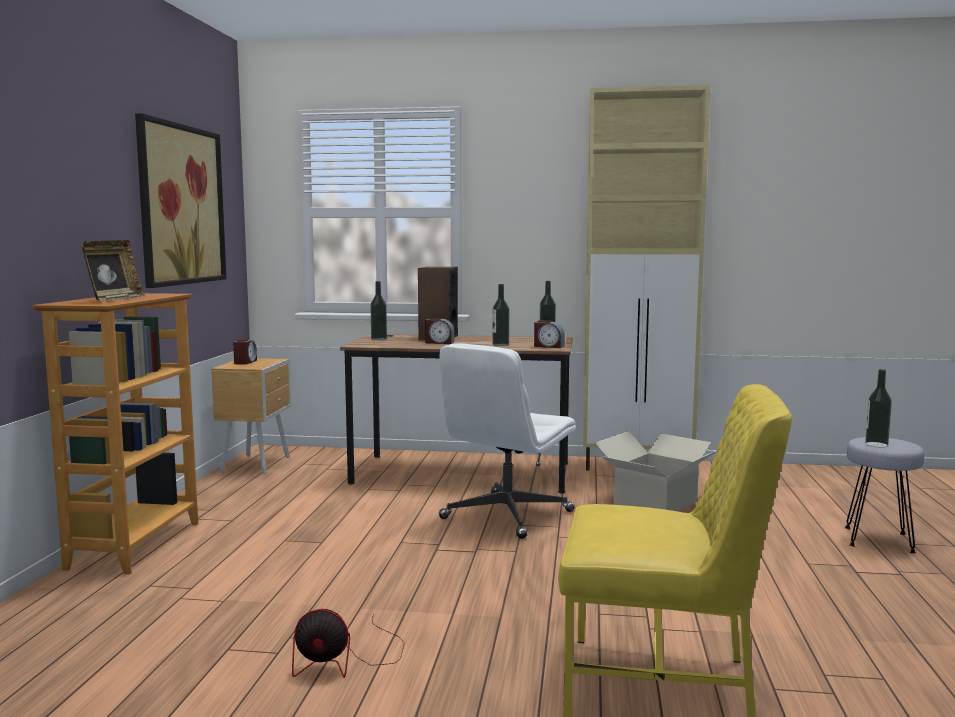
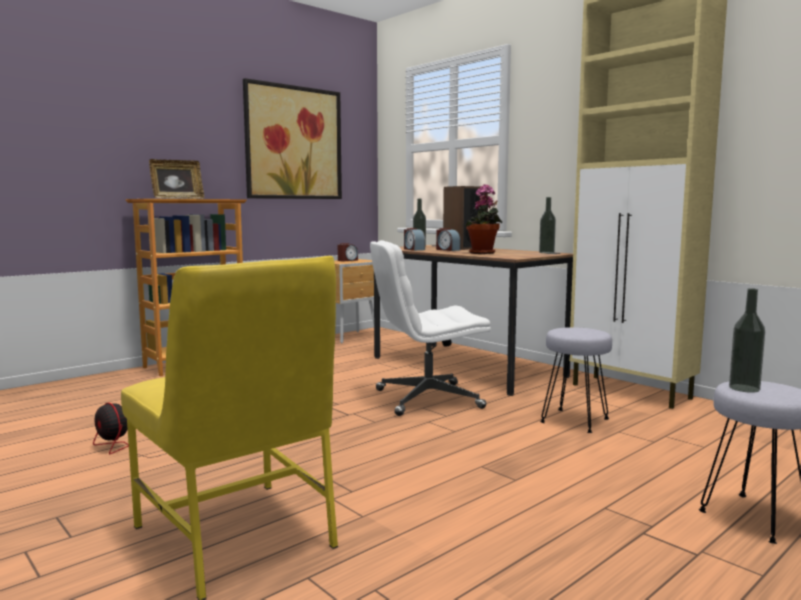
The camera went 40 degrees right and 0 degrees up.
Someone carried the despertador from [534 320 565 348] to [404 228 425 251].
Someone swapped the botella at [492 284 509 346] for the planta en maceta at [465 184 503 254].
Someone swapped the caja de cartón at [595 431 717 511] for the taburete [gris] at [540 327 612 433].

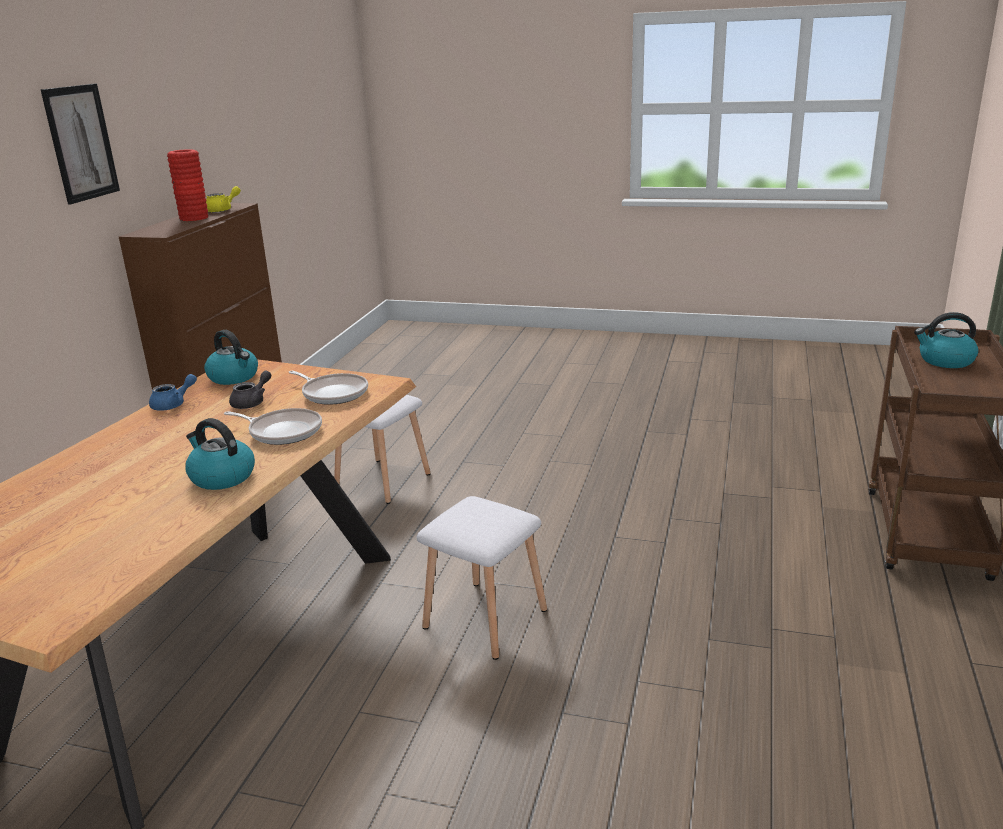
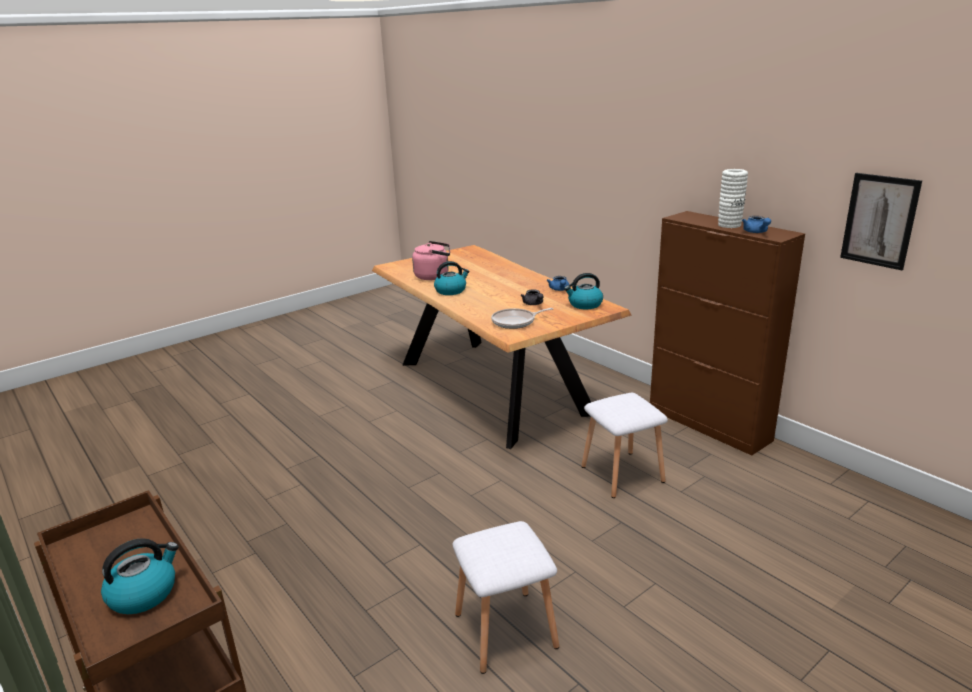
The camera went 125 degrees right and 0 degrees up.
Someone took away the sartén at [224 408 322 445].
Someone put down the hervidor [rosa] at [412 241 450 280].
Someone carried the cuadro from [41 83 120 204] to [840 173 922 270].
Someone carried the taburete [blanco] from [417 496 547 660] to [452 521 559 674].
Someone repainted the florero [rojo] at [167 149 208 221], which became the florero [blanco] at [718 169 748 228].
Someone repainted the tetera [amarillo] at [206 186 241 213], which became the tetera [azul] at [742 216 771 233].

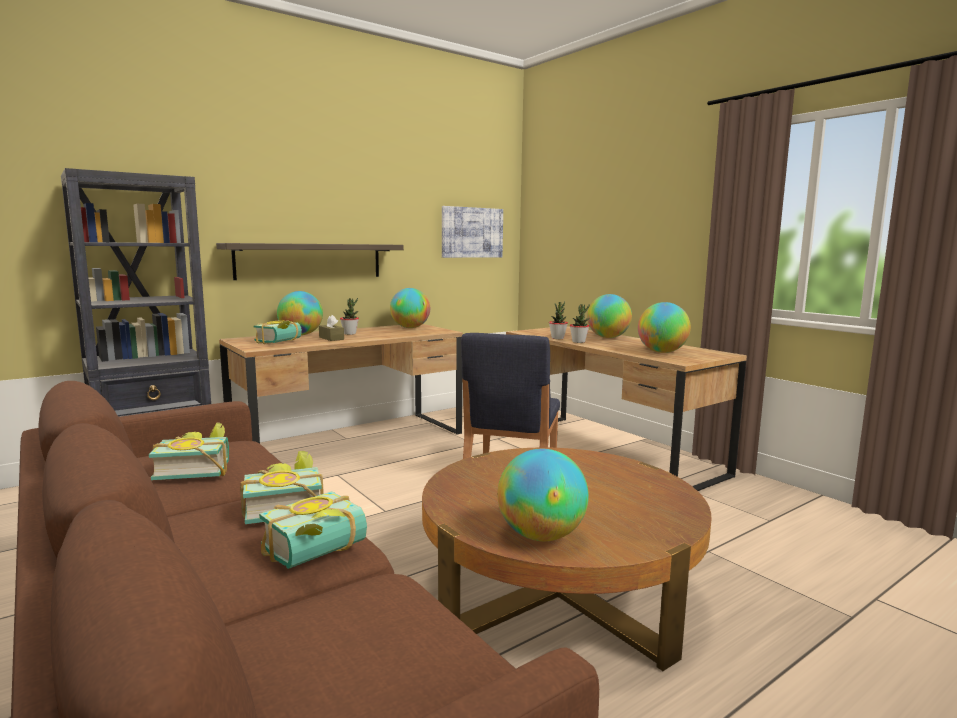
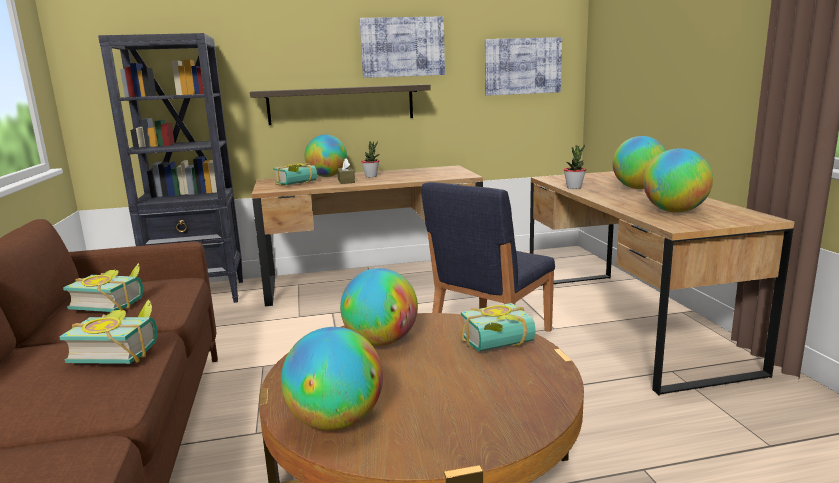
The camera went 25 degrees right and 5 degrees up.
Someone took away the planta en maceta at [570 304 590 343].
Someone put up the cuadro at [359 16 445 78].
Someone carried the libro from [259 491 367 569] to [461 303 536 352].
Someone carried the globo terráqueo from [390 288 430 328] to [340 268 418 346].

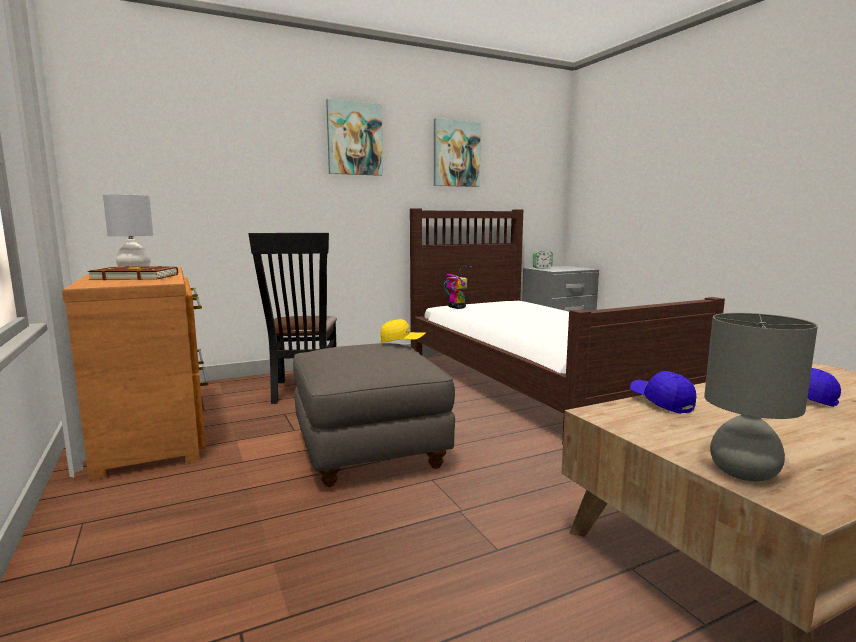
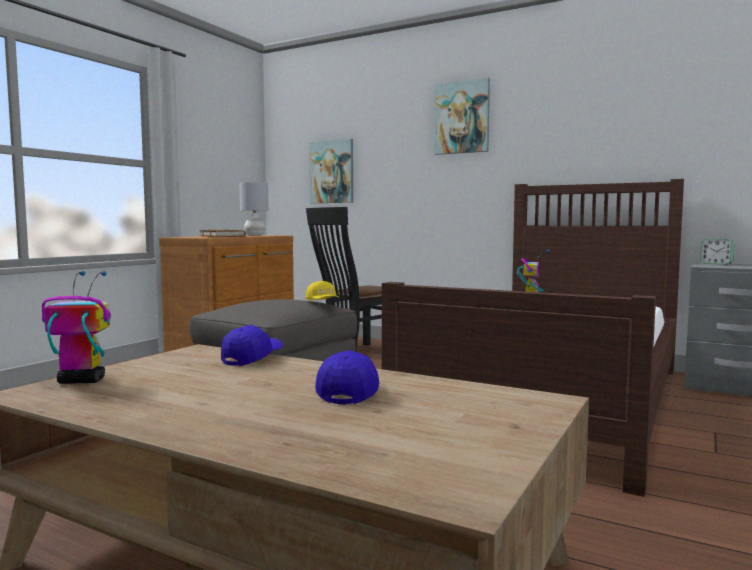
The camera went 55 degrees right and 5 degrees down.
Someone carried the cuadro from [434 118 481 187] to [309 139 353 203].
Someone swapped the lámpara de mesa [gris] at [704 313 818 482] for the robot de juguete at [42 271 111 384].

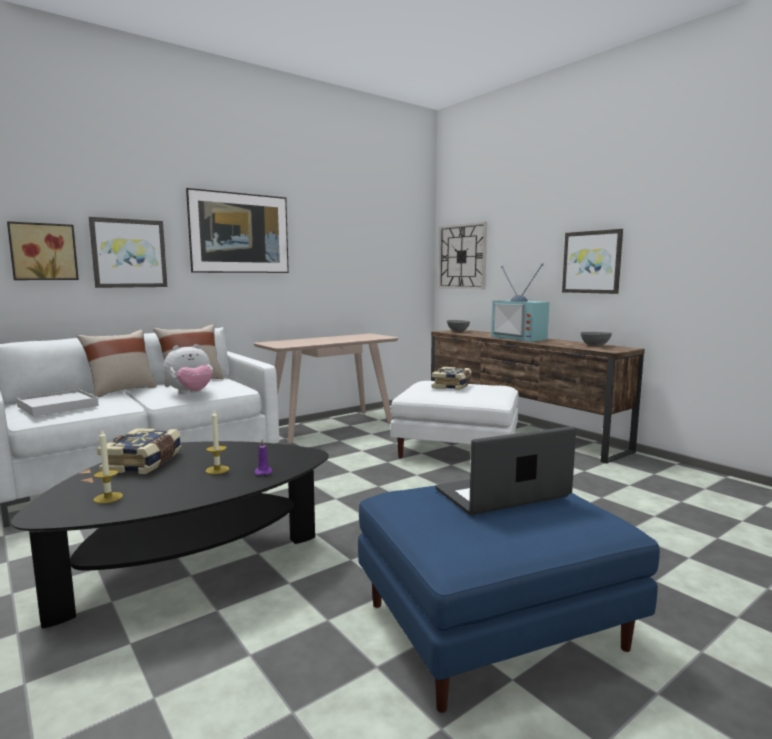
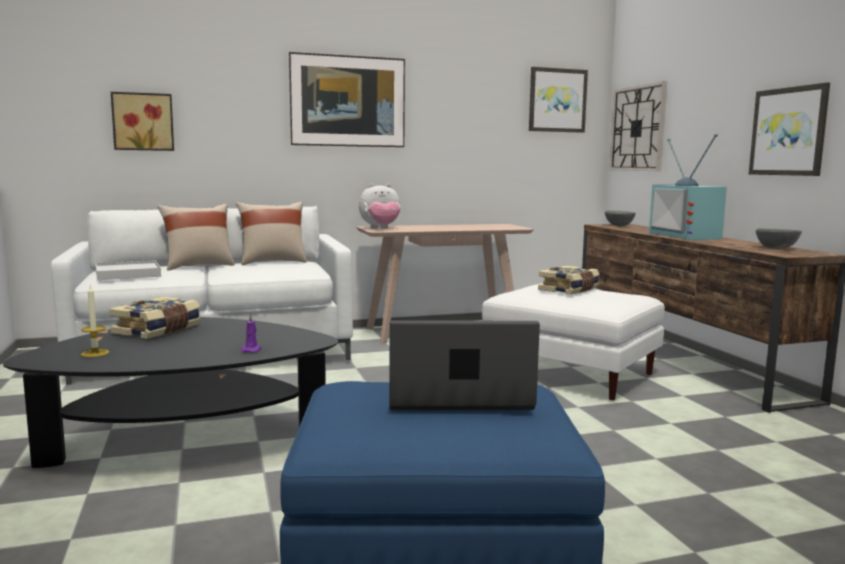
The camera went 20 degrees right and 0 degrees up.
Someone took away the vela at [205 411 229 474].
Someone carried the cuadro from [89 217 167 288] to [529 67 588 133].
Someone carried the peluche from [163 344 213 394] to [359 184 401 229].

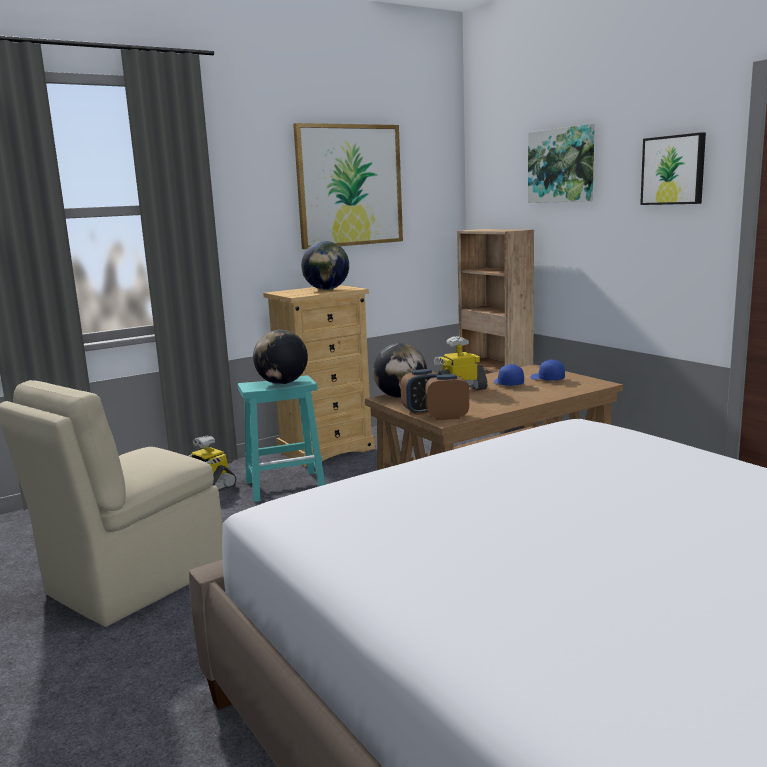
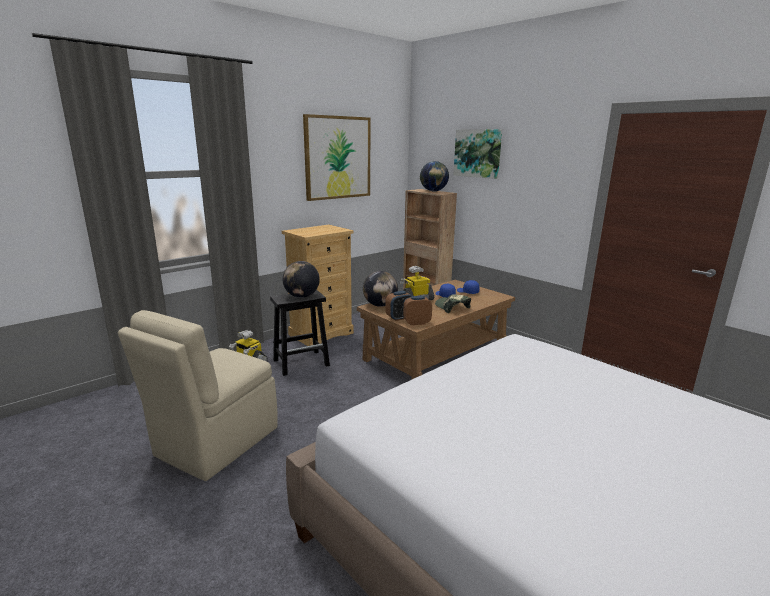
The camera went 10 degrees left and 5 degrees up.
Someone took away the cuadro at [640 132 706 205].
Someone put down the gorra at [435 294 471 313].
Someone carried the globo terráqueo from [301 241 349 290] to [420 161 449 191].
Someone repainted the taburete [turquesa] at [238 375 325 502], which became the taburete [negro] at [270 290 330 376].

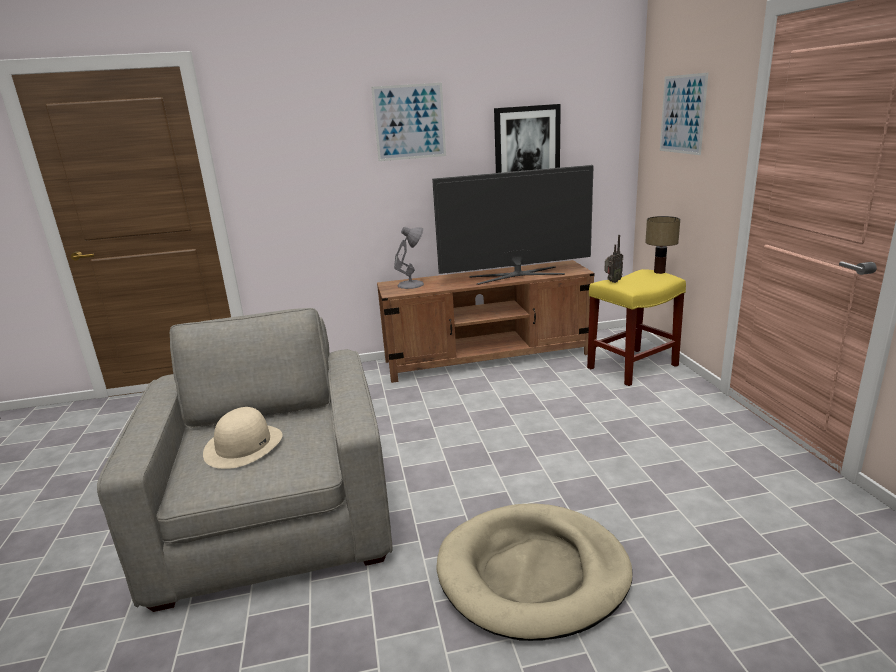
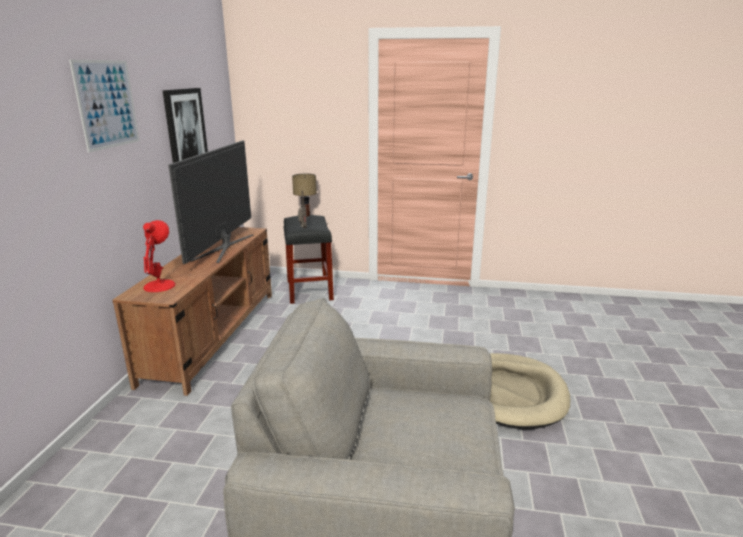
The camera went 70 degrees left and 0 degrees up.
Someone took away the sombrero [beis] at [203 407 282 469].
Someone took away the cuadro at [660 73 708 155].
Someone repainted the lámpara de mesa [gris] at [394 227 424 289], which became the lámpara de mesa [rojo] at [143 220 176 292].
Someone repainted the taburete [amarillo] at [587 269 686 386], which became the taburete [negro] at [283 215 334 304].

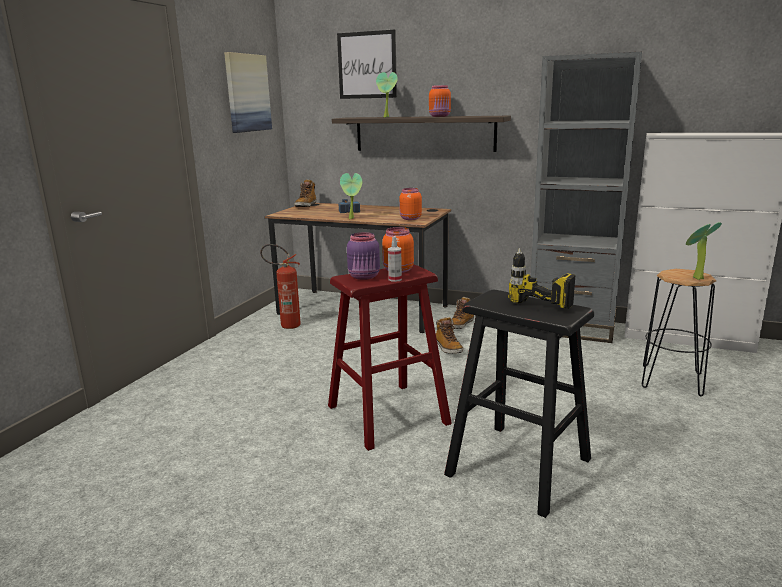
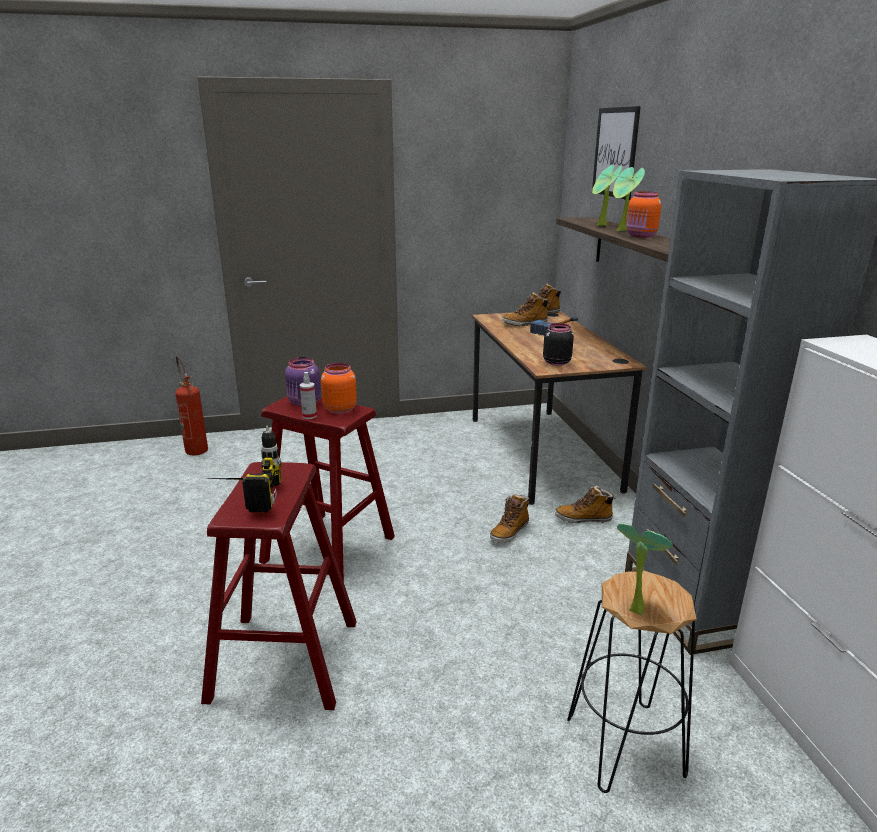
The camera went 55 degrees right and 5 degrees up.
Someone took away the cuadro at [224 52 272 133].
Someone put down the bota at [502 292 549 326].
Someone carried the extintor from [260 244 301 329] to [175 356 208 455].
Someone carried the planta en maceta from [340 173 362 219] to [613 167 645 231].
Someone repainted the tarro [naranja] at [399 188 422 220], which became the tarro [negro] at [543 323 574 366].
Someone repainted the taburete [negro] at [444 290 594 518], which became the taburete [rojo] at [201 462 357 710].

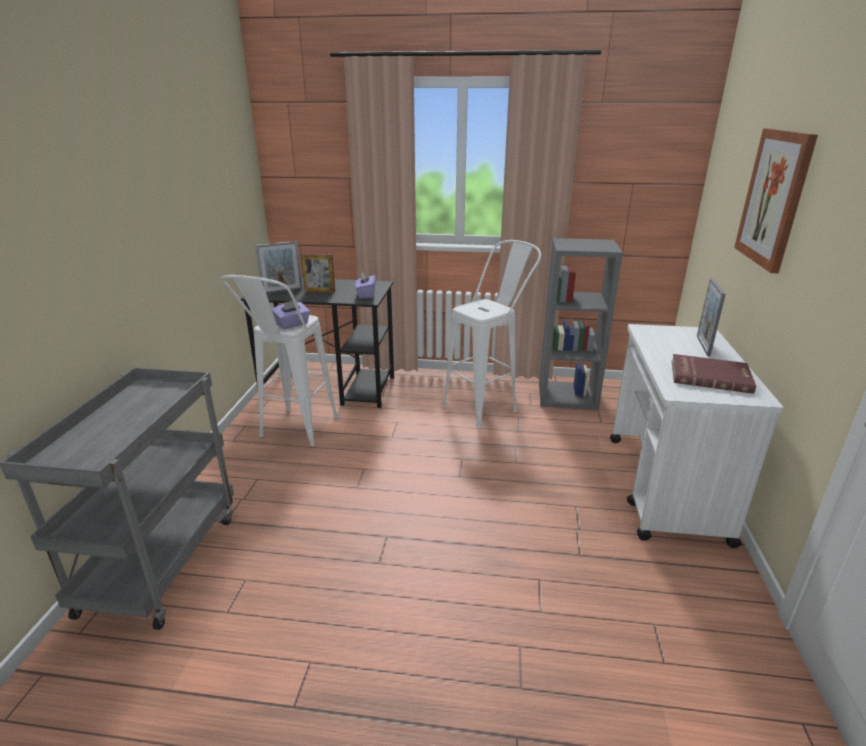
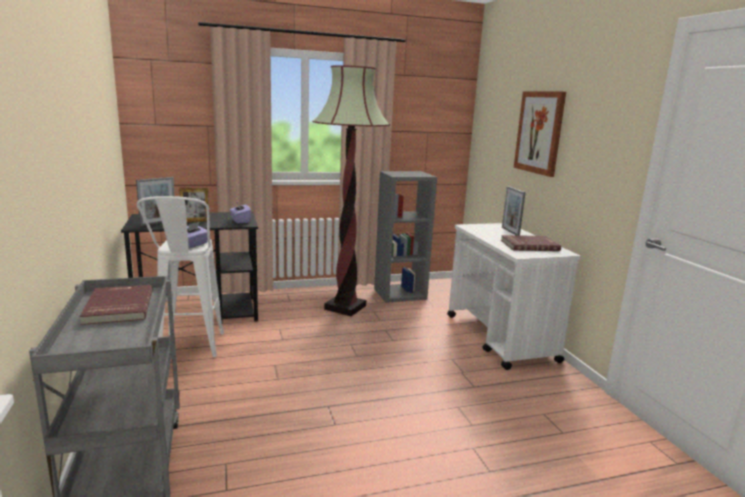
The camera went 25 degrees left and 10 degrees down.
Someone put down the libro [rojo] at [80 285 153 325].
Someone swapped the taburete [blanco] at [442 240 541 429] for the lámpara de pie at [313 65 390 316].

